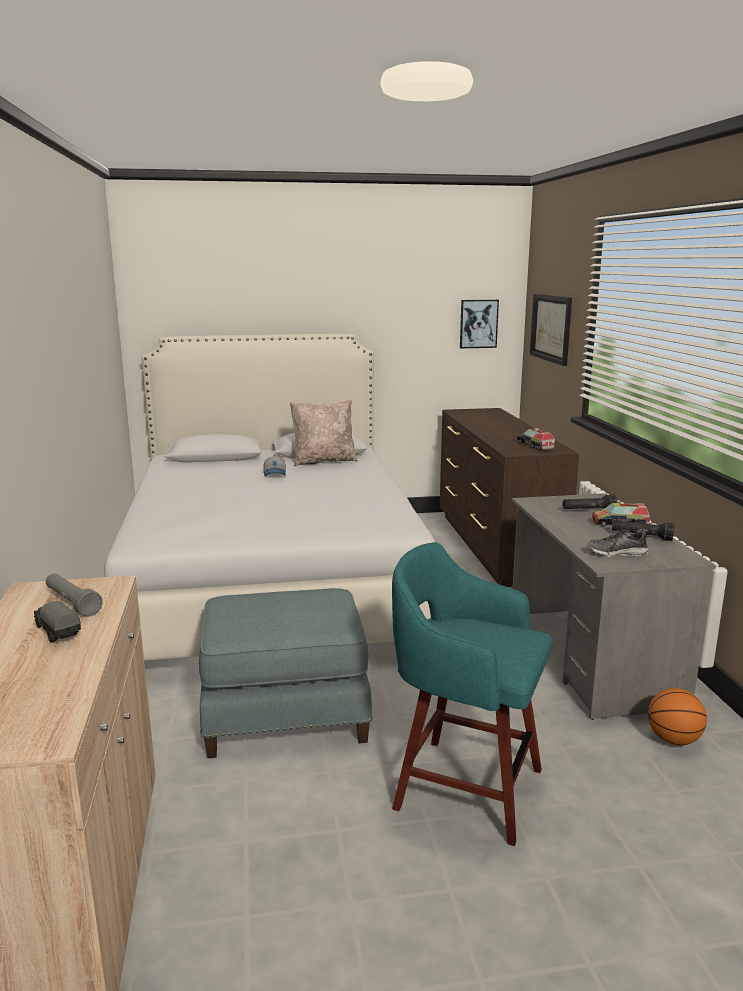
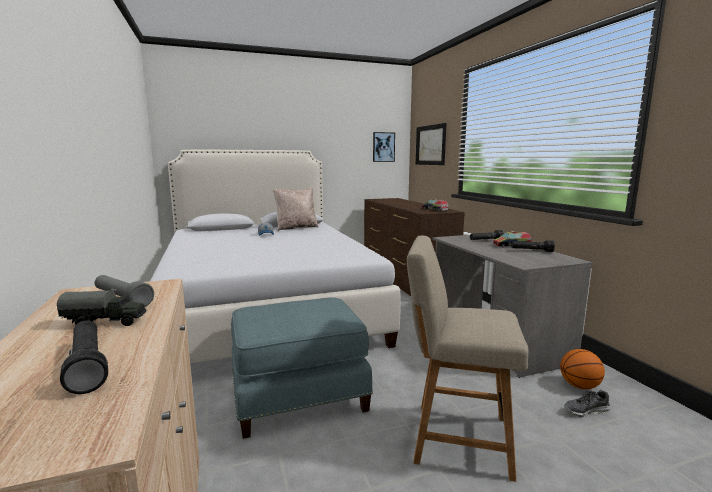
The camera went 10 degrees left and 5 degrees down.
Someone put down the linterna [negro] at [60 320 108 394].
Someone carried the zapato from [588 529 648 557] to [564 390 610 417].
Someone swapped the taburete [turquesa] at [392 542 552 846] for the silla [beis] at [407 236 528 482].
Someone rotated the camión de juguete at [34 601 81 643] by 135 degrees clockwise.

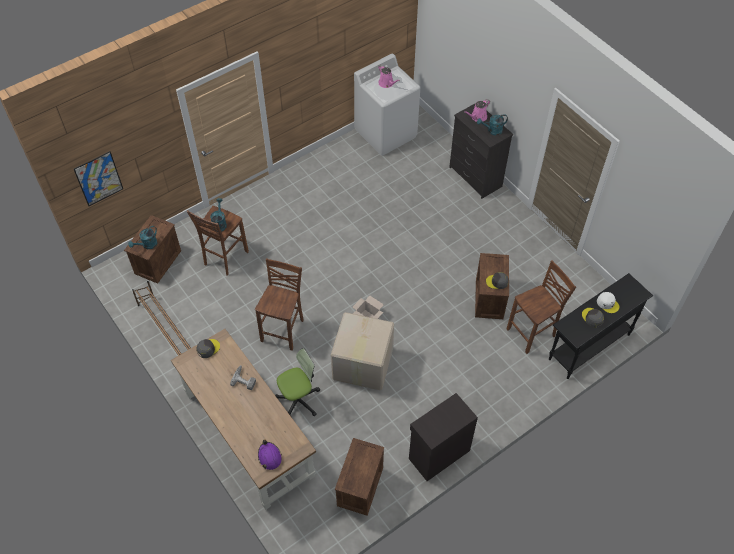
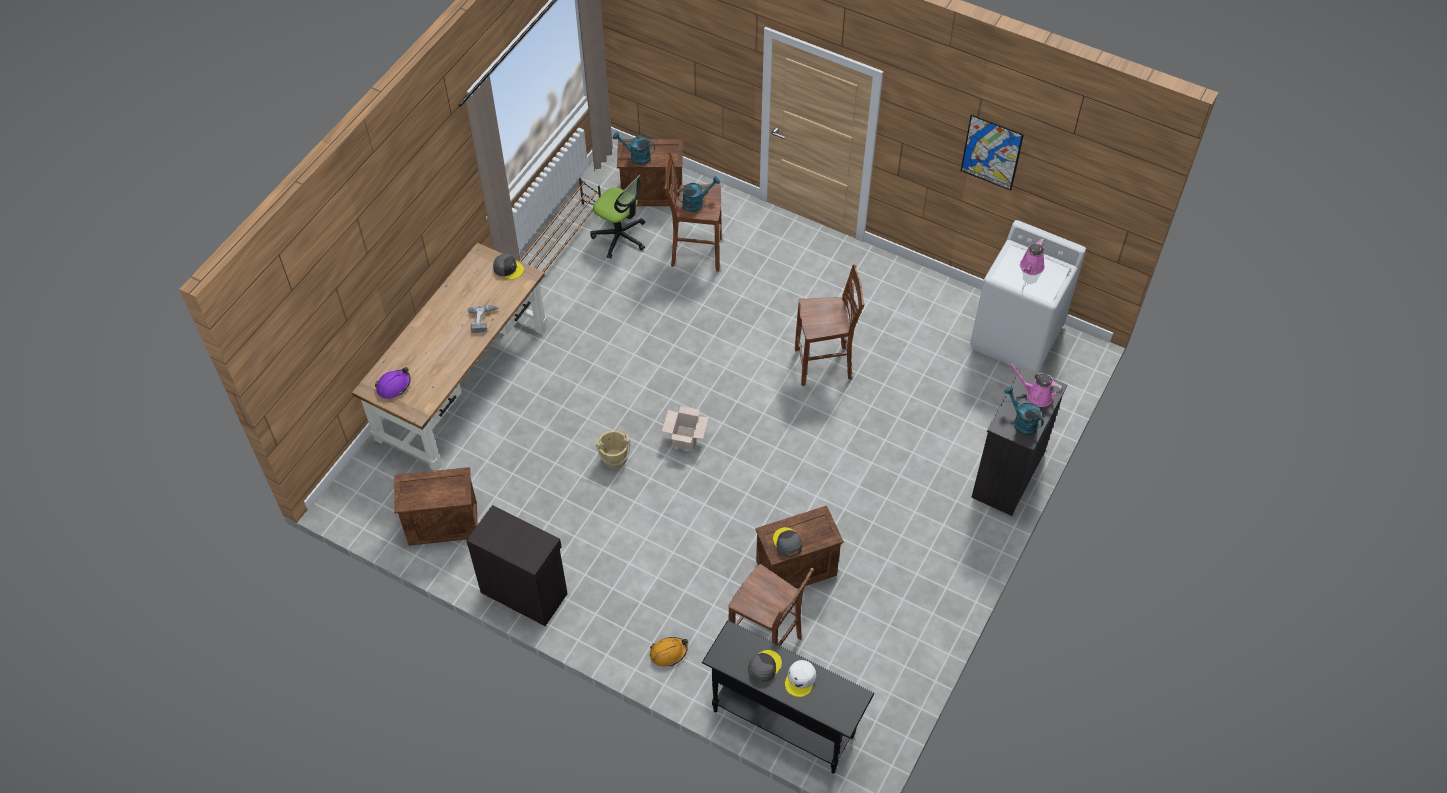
The camera went 65 degrees right and 0 degrees up.
Someone put down the casco [naranja] at [650 637 688 667].
Someone carried the cuadro from [74 151 123 206] to [961 114 1024 191].
Someone carried the taburete [marrón] from [255 258 304 351] to [795 264 865 386].
Someone carried the silla de oficina from [275 348 320 416] to [590 175 645 259].
Someone swapped the caja de cartón at [331 312 394 390] for the cubo [beis] at [596 430 630 469].

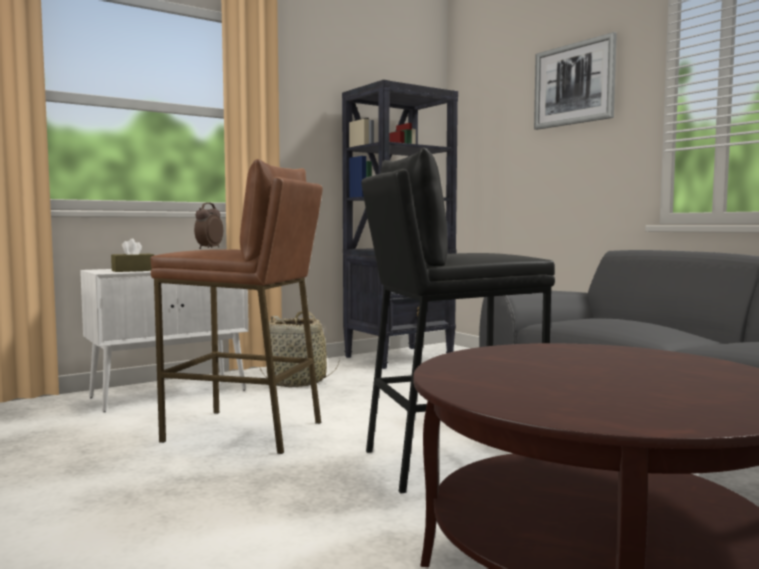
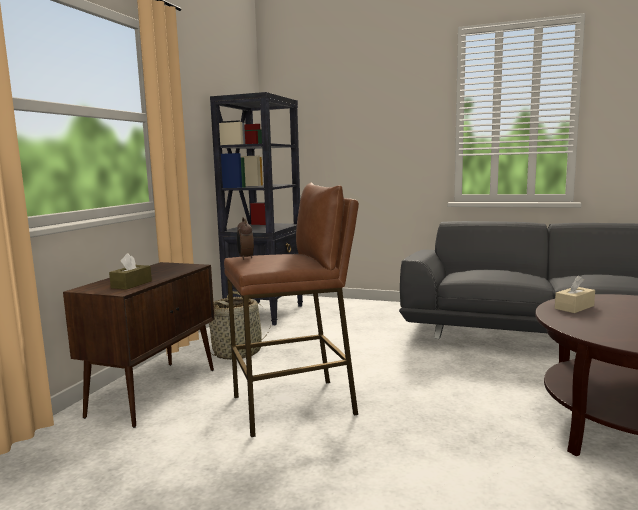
The camera went 35 degrees left and 5 degrees up.
Someone took away the taburete [negro] at [361 148 555 494].
Someone took away the cuadro at [534 32 617 130].
Someone put down the caja de pañuelos [beis] at [555 276 595 313].
Someone repainted the armario [blanco] at [80 269 249 412], which became the armario [marrón] at [63 262 215 428].

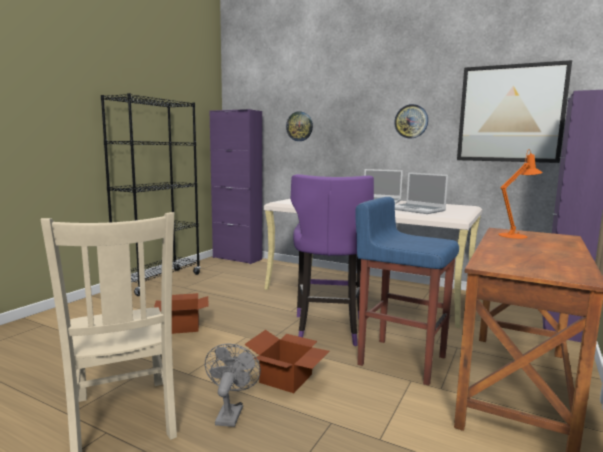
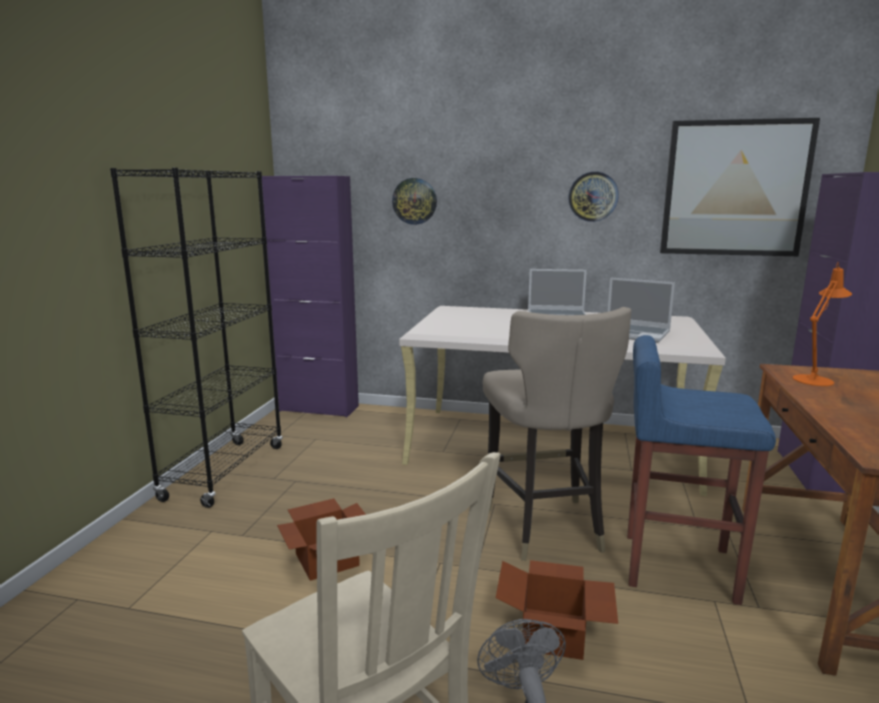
The camera went 15 degrees left and 5 degrees up.
Someone repainted the taburete [morado] at [291 174 374 346], which became the taburete [beis] at [483 307 631 561].

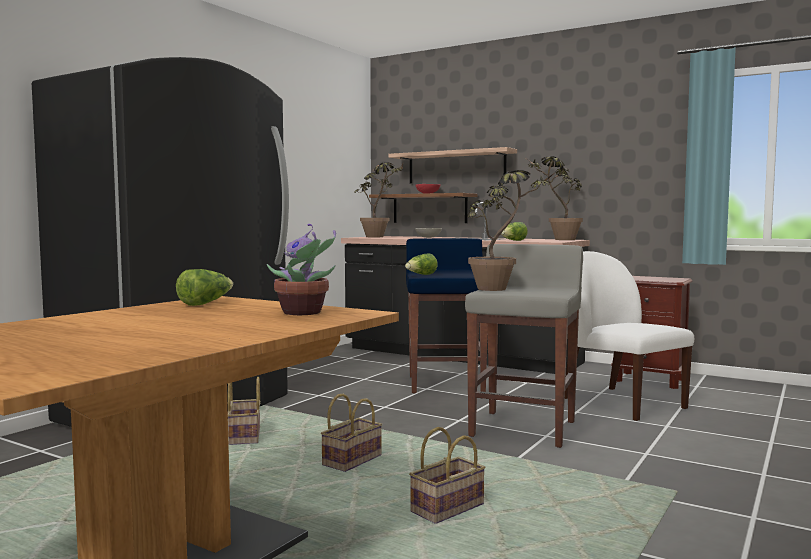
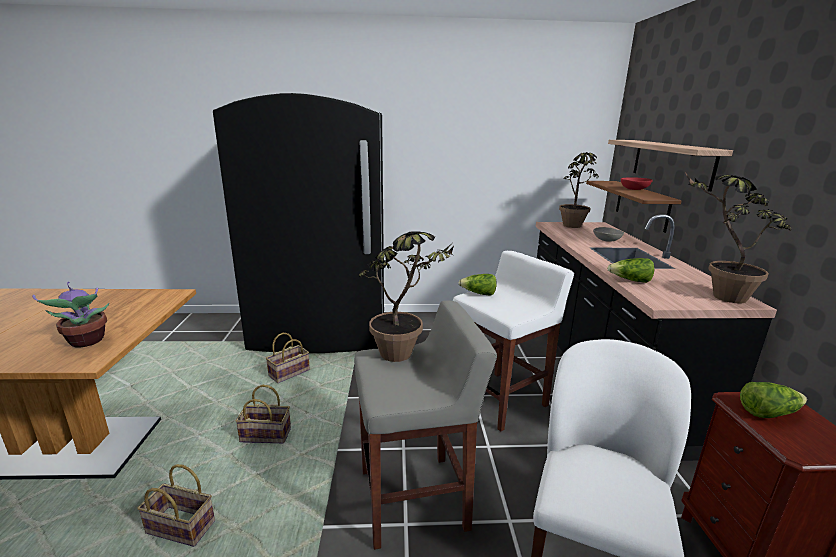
The camera went 55 degrees right and 15 degrees up.
Someone carried the lechuga from [176 269 233 306] to [740 382 807 418].
Someone repainted the taburete [azul] at [406 238 488 393], which became the taburete [blanco] at [453 251 574 432].

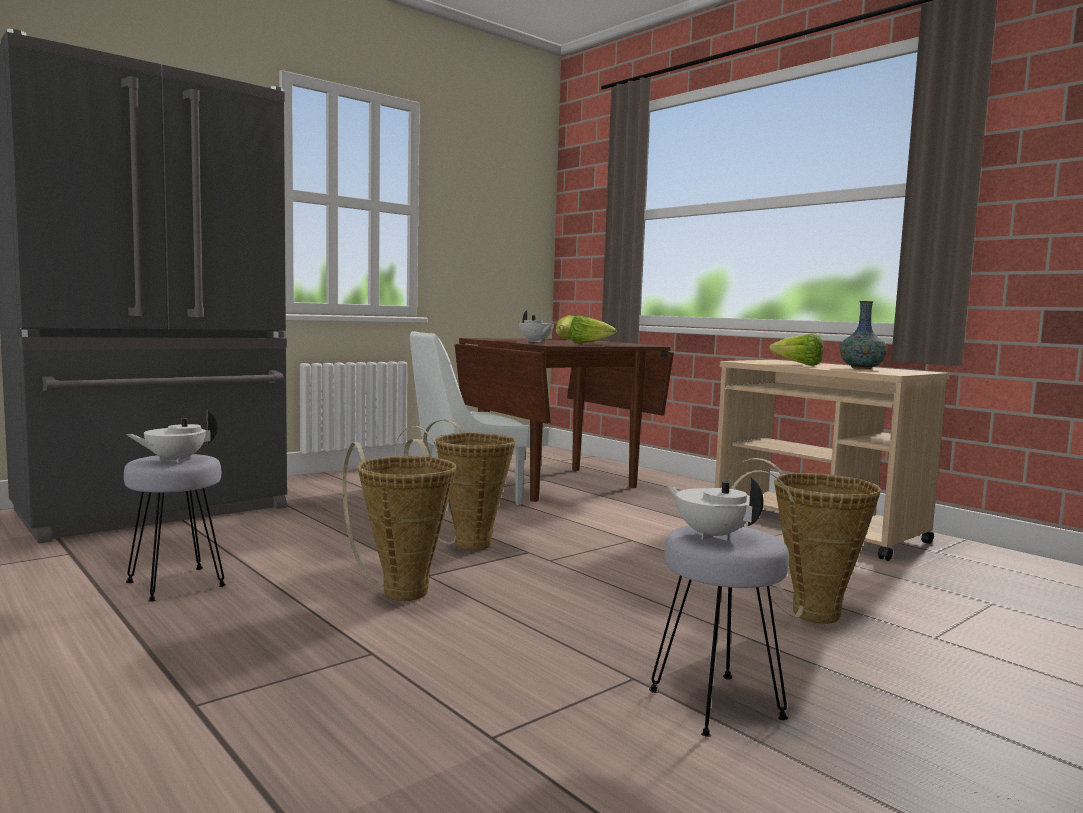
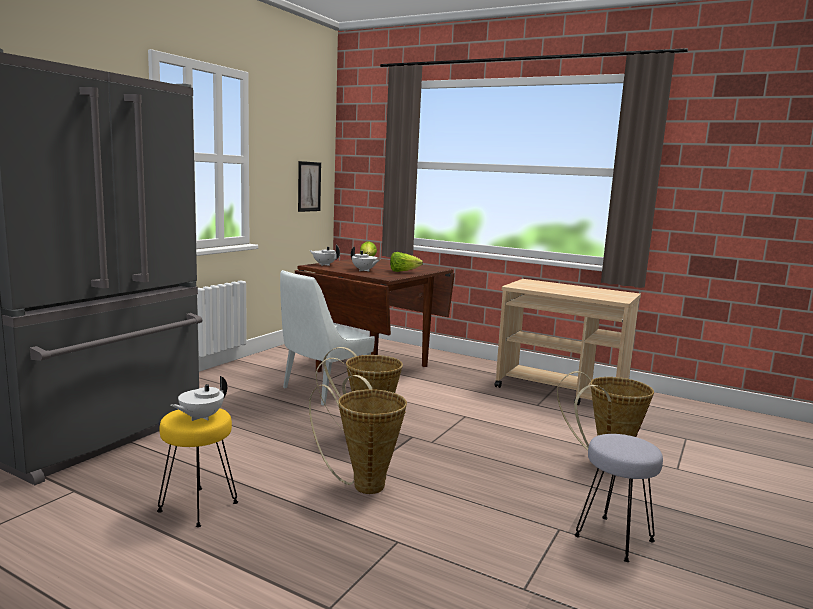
The camera went 20 degrees left and 5 degrees up.
Someone took away the lechuga at [769 333 824 366].
Someone took away the florero at [840 301 887 369].
Someone put up the cuadro at [298 161 321 212].
Someone carried the tetera [blanco] from [667 477 764 541] to [309 244 340 266].
Someone repainted the taburete [gris] at [124 454 226 601], which became the taburete [amarillo] at [157 408 238 527].

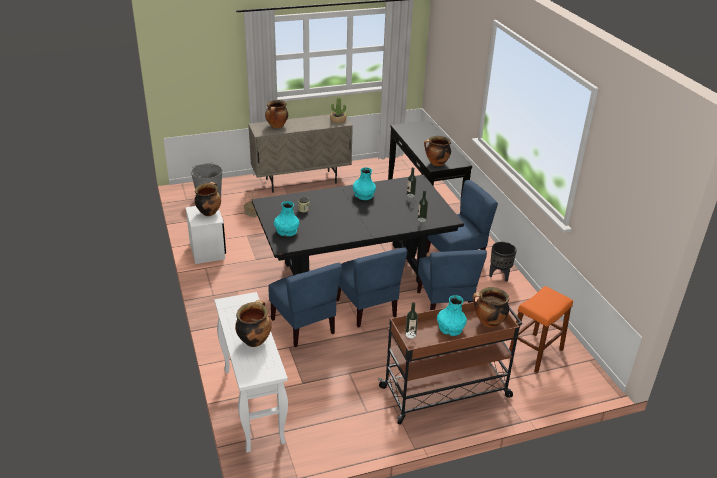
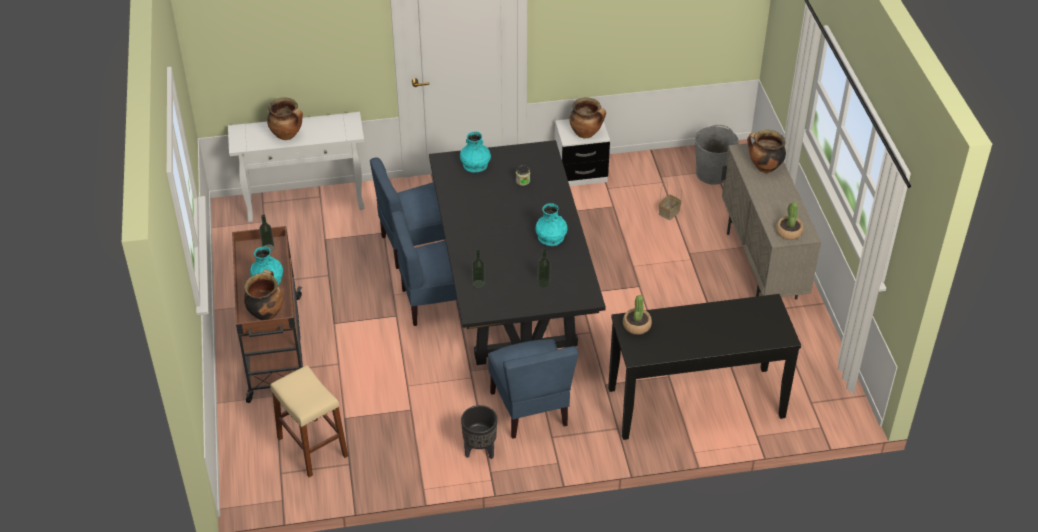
The camera went 100 degrees right and 10 degrees up.
Someone took away the silla [azul] at [417 250 487 310].
Someone swapped the olla at [424 136 451 166] for the planta en maceta at [623 295 652 335].
Someone repainted the taburete [naranja] at [509 286 573 373], which became the taburete [beis] at [270 365 348 478].

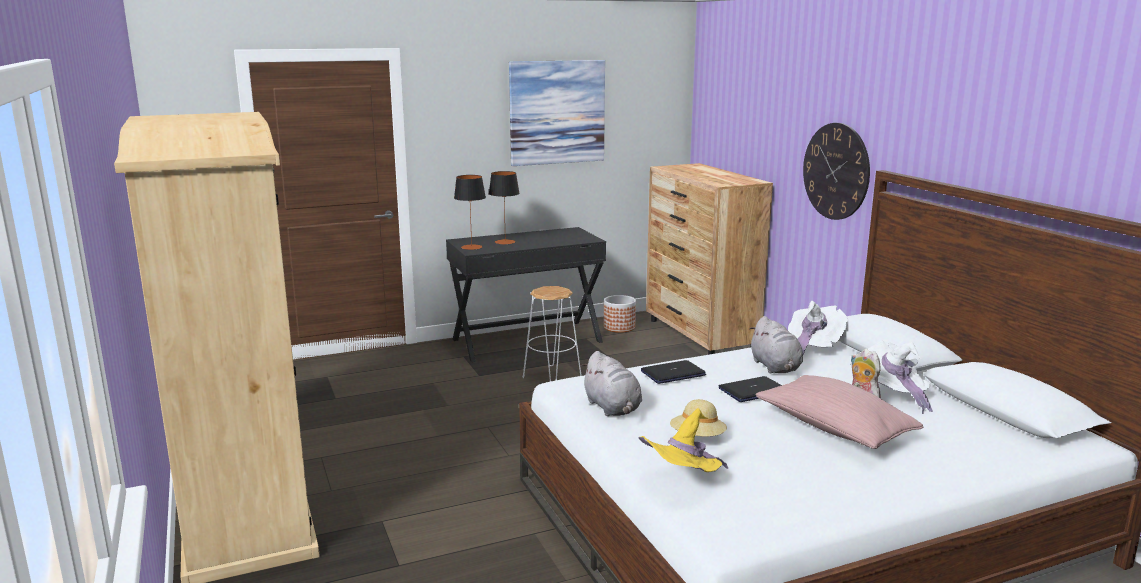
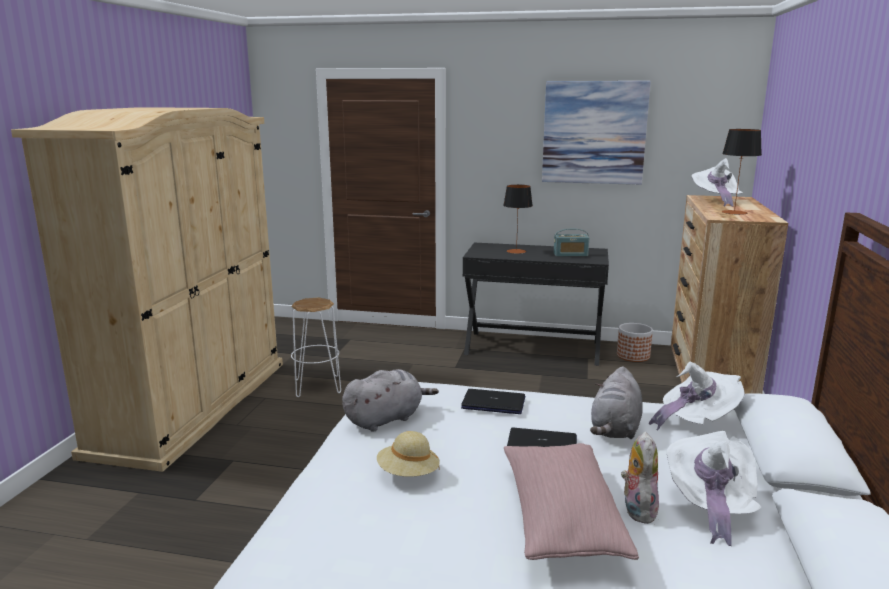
The camera went 35 degrees right and 0 degrees up.
Someone took away the sombrero [amarillo] at [638 408 728 472].
Someone took away the reloj de pared at [803 123 870 220].
Someone put down the radio at [554 229 589 257].
Someone put down the sombrero [blanco] at [692 158 743 206].
Someone carried the lámpara de mesa from [454 175 486 250] to [722 129 762 215].
Someone carried the taburete [blanco] from [523 286 582 382] to [291 297 341 397].
Someone rotated the peluche [gris] at [581 351 642 416] by 135 degrees counterclockwise.

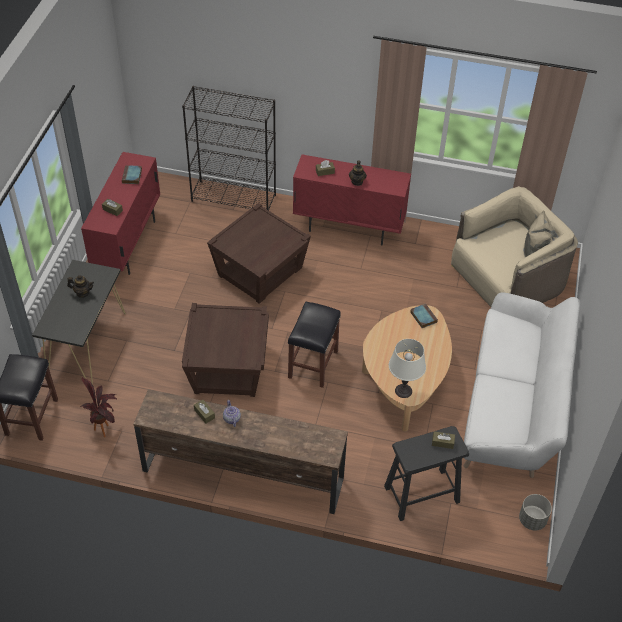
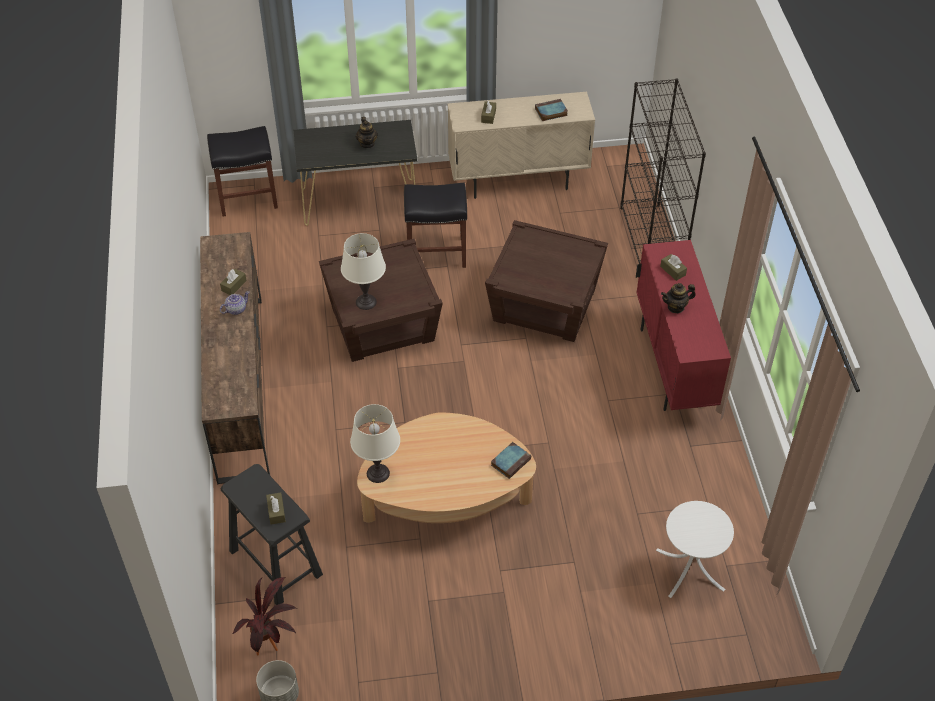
The camera went 70 degrees right and 0 degrees up.
Someone took away the sofá [blanco] at [464 292 581 478].
Someone put down the lámpara de mesa [blanco] at [341 233 386 310].
Someone carried the planta en maceta from [81 377 117 437] to [233 577 297 655].
Someone carried the taburete [negro] from [288 301 341 388] to [404 183 467 268].
Someone swapped the sillón [beis] at [451 186 578 307] for the mesa auxiliar [blanco] at [656 501 734 598].
Someone repainted the armario [rojo] at [81 152 160 275], which became the armario [beis] at [447 92 595 199].

